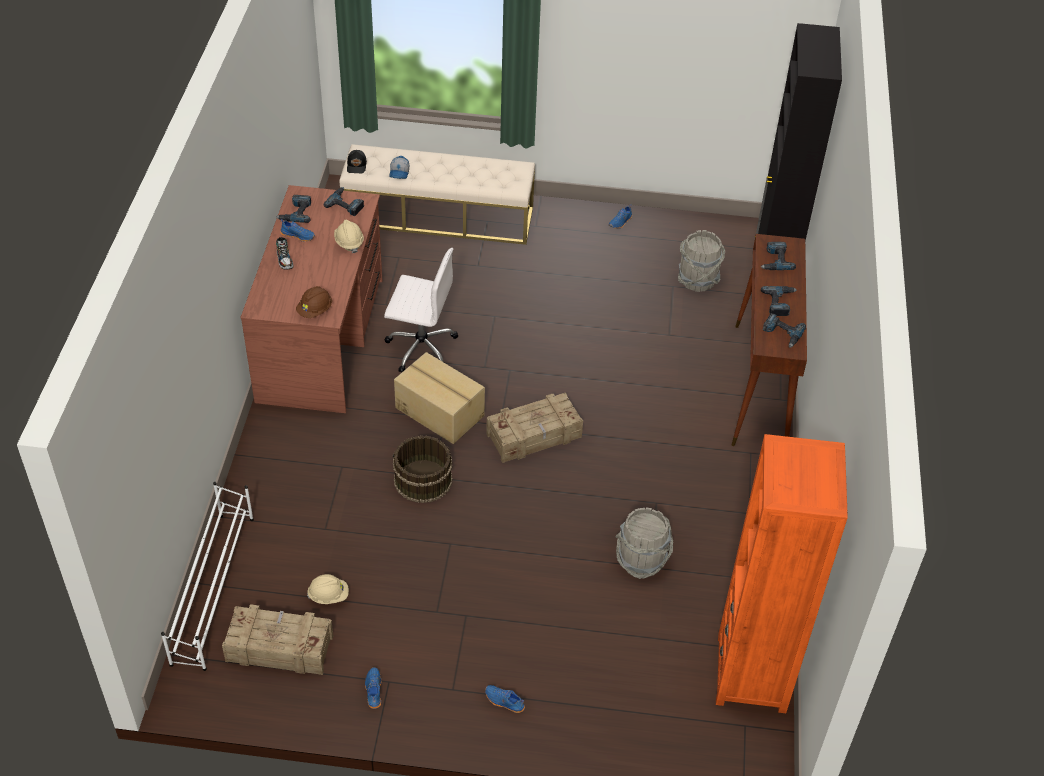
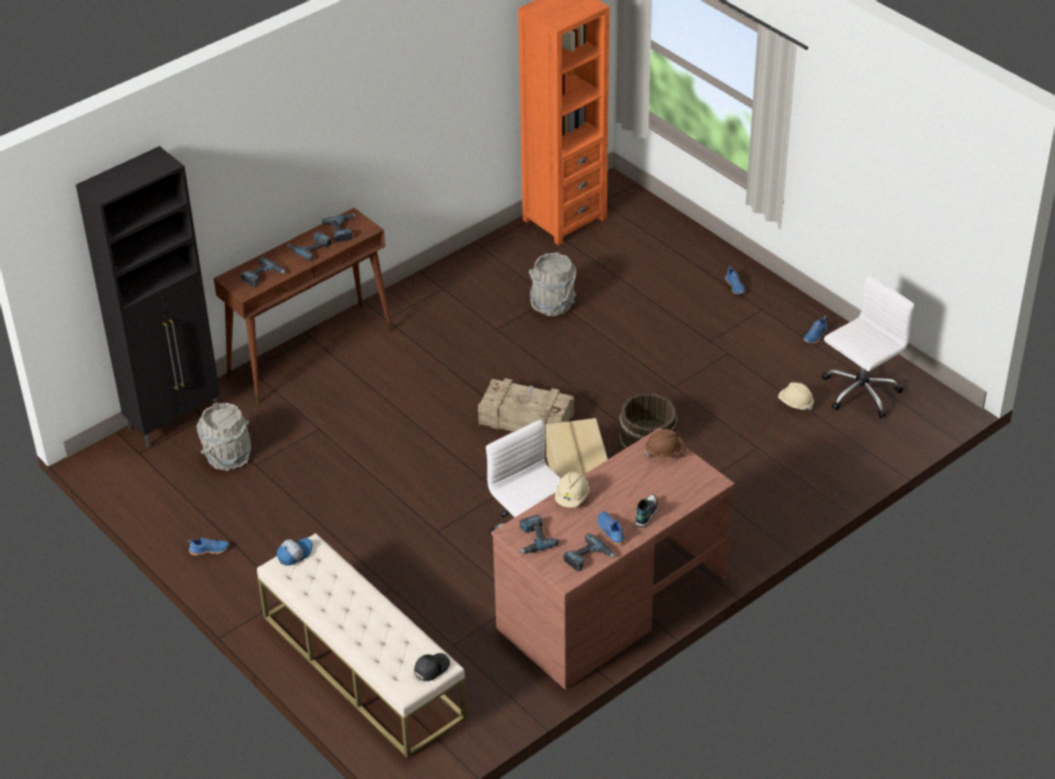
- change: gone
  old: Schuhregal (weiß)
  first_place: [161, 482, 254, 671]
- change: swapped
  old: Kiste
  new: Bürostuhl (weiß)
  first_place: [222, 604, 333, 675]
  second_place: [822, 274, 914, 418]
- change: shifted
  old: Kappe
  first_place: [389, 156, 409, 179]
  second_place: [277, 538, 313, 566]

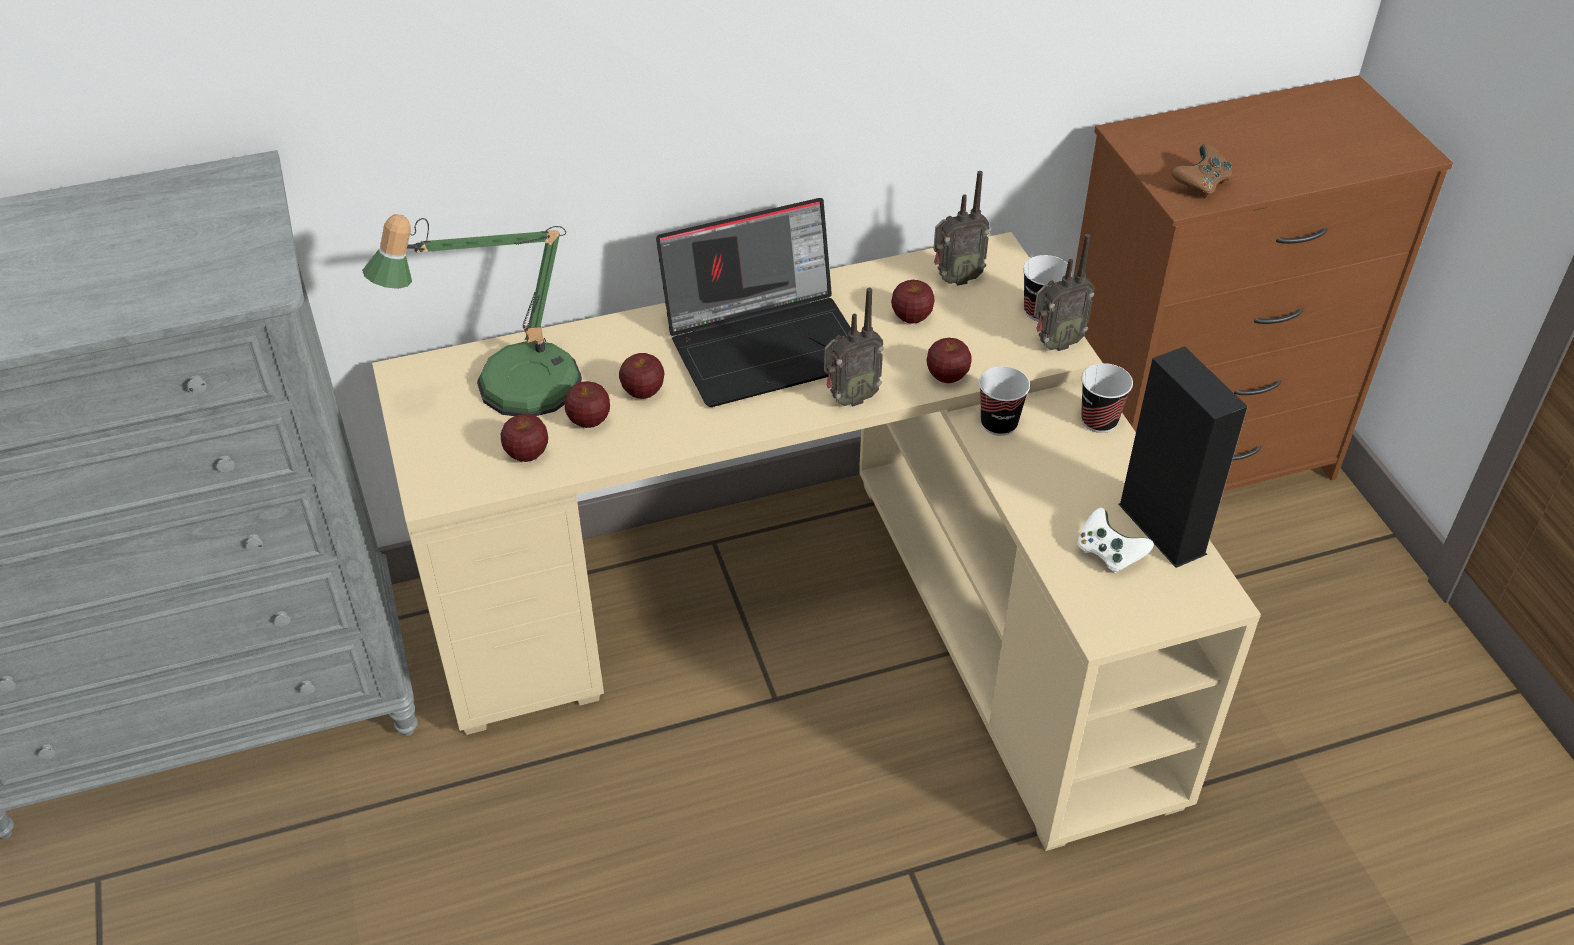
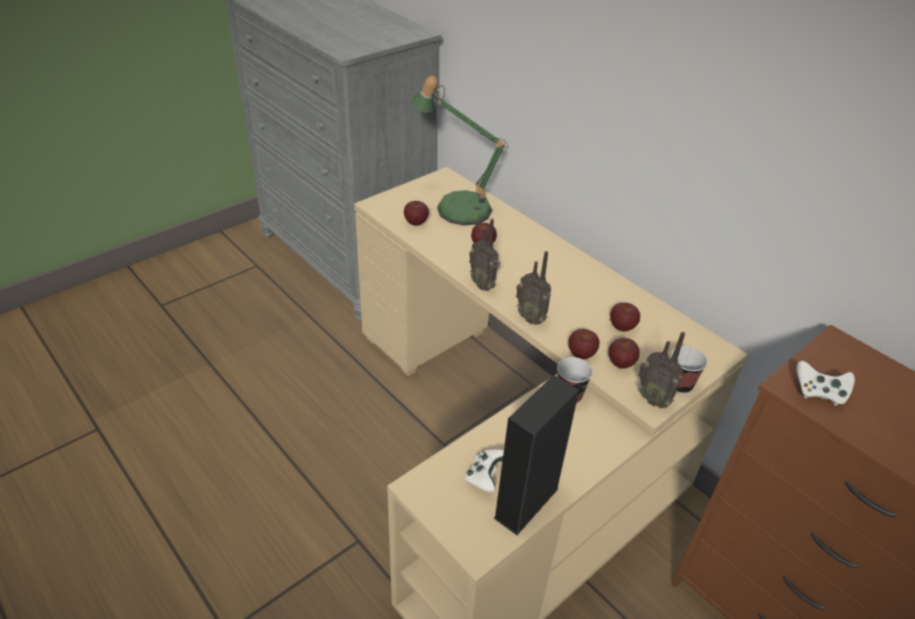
- change: shifted
  old: Apfel
  first_place: [565, 381, 610, 428]
  second_place: [608, 338, 640, 369]
- change: gone
  old: Laptop
  first_place: [656, 198, 851, 407]
- change: shifted
  old: Radio
  first_place: [933, 171, 990, 286]
  second_place: [469, 219, 500, 291]
- change: gone
  old: Tasse
  first_place: [1081, 363, 1133, 433]
- change: repainted
  old: Gamepad (braun)
  new: Gamepad (weiß)
  first_place: [1171, 144, 1232, 199]
  second_place: [797, 361, 855, 406]

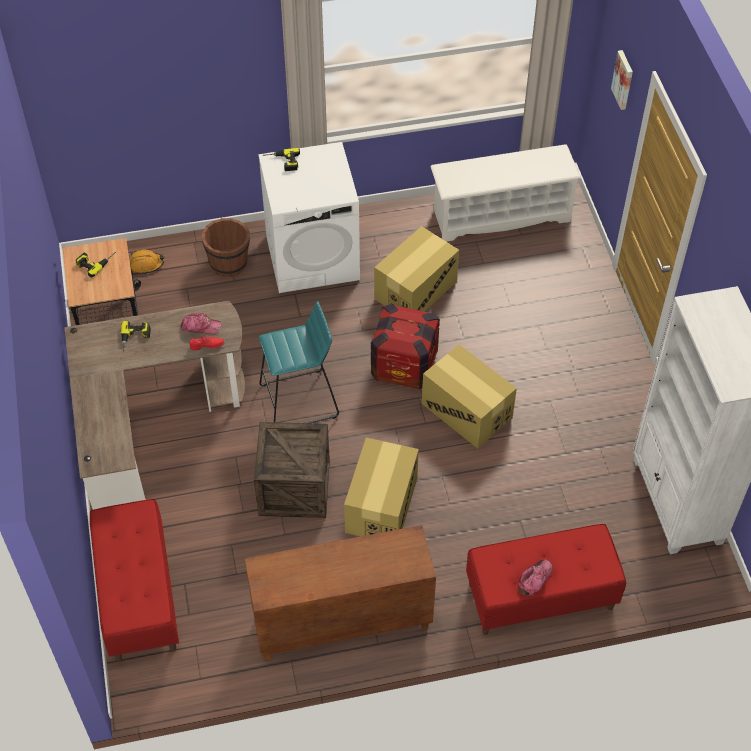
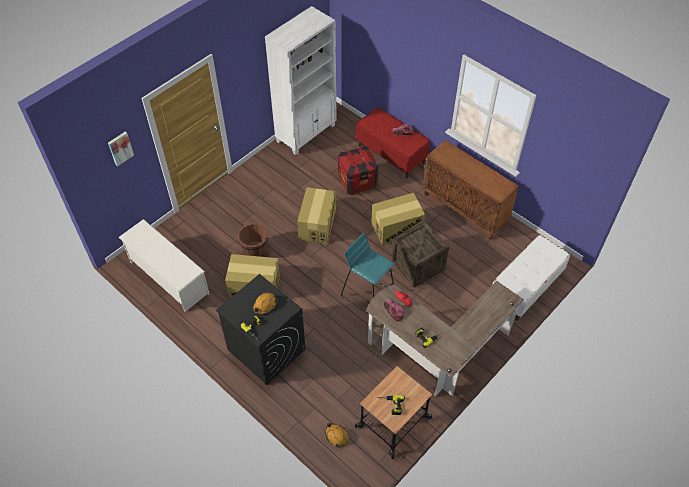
- change: repainted
  old: Bank (rot)
  new: Bank (weiß)
  first_place: [90, 499, 179, 662]
  second_place: [492, 235, 570, 321]
- change: shifted
  old: Eimer (braun)
  first_place: [202, 218, 250, 277]
  second_place: [237, 223, 268, 257]
- change: repainted
  old: Waschmaschine (weiß)
  new: Waschmaschine (schwarz)
  first_place: [258, 142, 360, 293]
  second_place: [216, 274, 305, 385]
- change: shifted
  old: Kiste
  first_place: [371, 304, 440, 389]
  second_place: [338, 146, 378, 195]
- change: new
  new: Schutzhelm (orange)
  second_place: [253, 293, 278, 315]

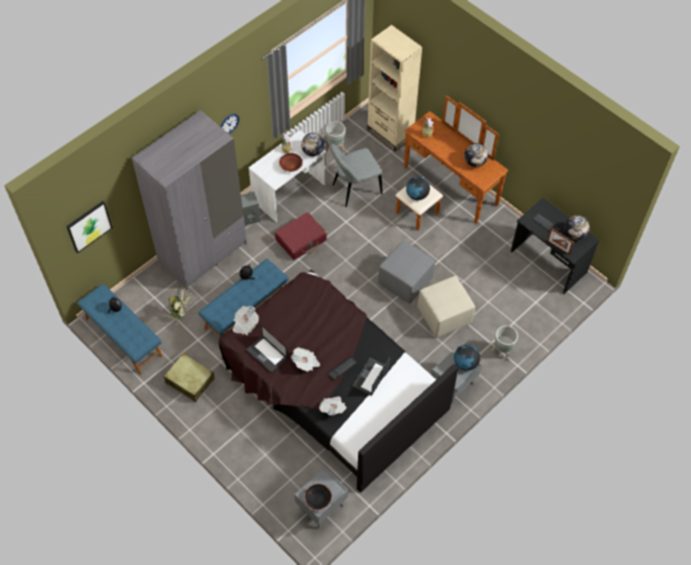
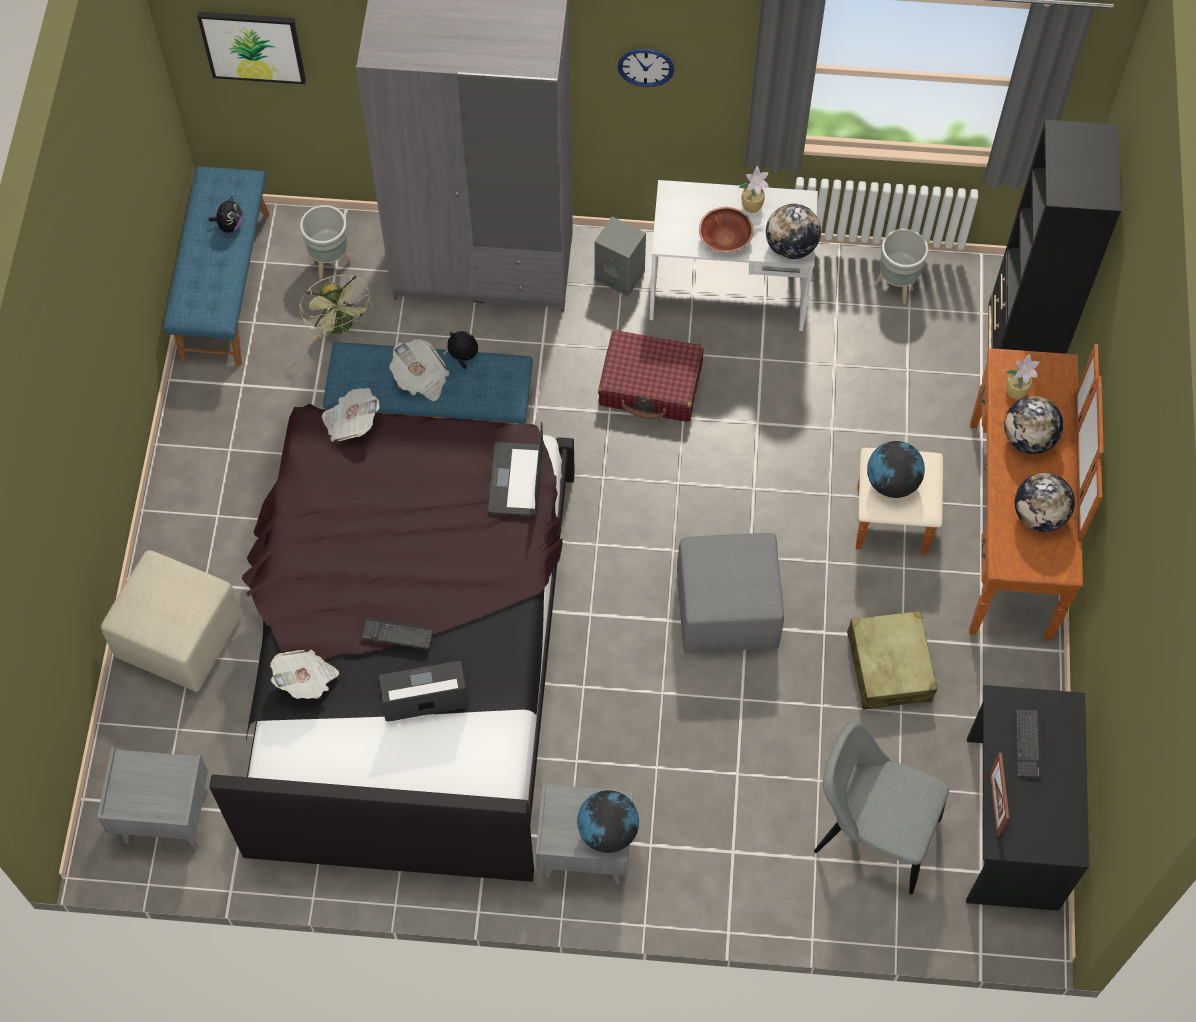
- change: shifted
  old: Koffer (beige)
  first_place: [164, 353, 215, 402]
  second_place: [847, 611, 937, 710]
- change: shifted
  old: Laptop
  first_place: [247, 325, 287, 372]
  second_place: [488, 422, 543, 516]
- change: shifted
  old: Zeitung
  first_place: [291, 347, 320, 372]
  second_place: [389, 339, 450, 401]
- change: gone
  old: Schüssel (schwarz)
  first_place: [304, 483, 332, 510]
- change: shifted
  old: Stuhl (grau)
  first_place: [330, 144, 382, 207]
  second_place: [814, 721, 949, 894]
- change: repainted
  old: Bücherregal (beige)
  new: Bücherregal (schwarz)
  first_place: [367, 25, 422, 152]
  second_place: [989, 120, 1121, 354]
- change: shifted
  old: Polsterhocker (beige)
  first_place: [417, 276, 475, 338]
  second_place: [101, 550, 242, 692]
- change: shifted
  old: Pflanzkübel (grau)
  first_place: [492, 326, 518, 360]
  second_place: [300, 205, 353, 280]
- change: shifted
  old: Globus
  first_place: [565, 215, 590, 240]
  second_place: [1004, 396, 1063, 454]

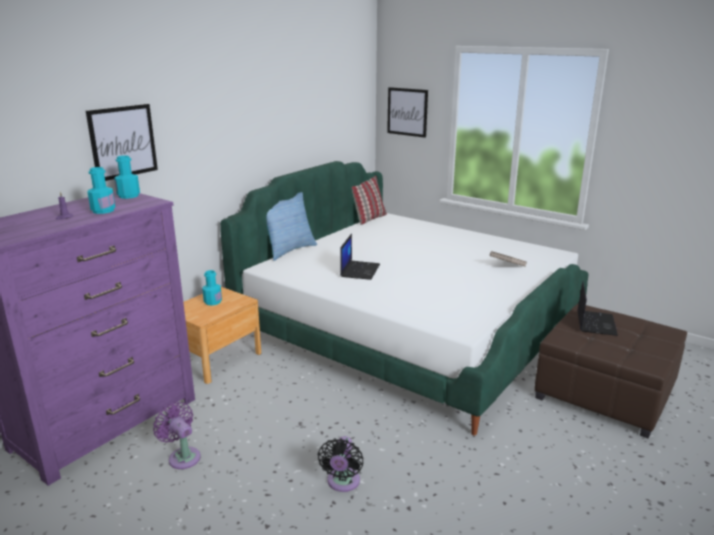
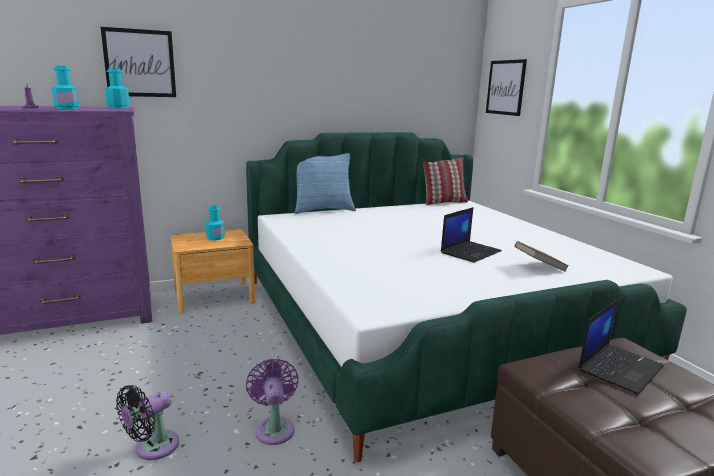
- change: shifted
  old: Ventilator (lila)
  first_place: [153, 402, 201, 469]
  second_place: [246, 358, 299, 445]
- change: shifted
  old: Laptop
  first_place: [340, 234, 380, 280]
  second_place: [441, 207, 502, 262]

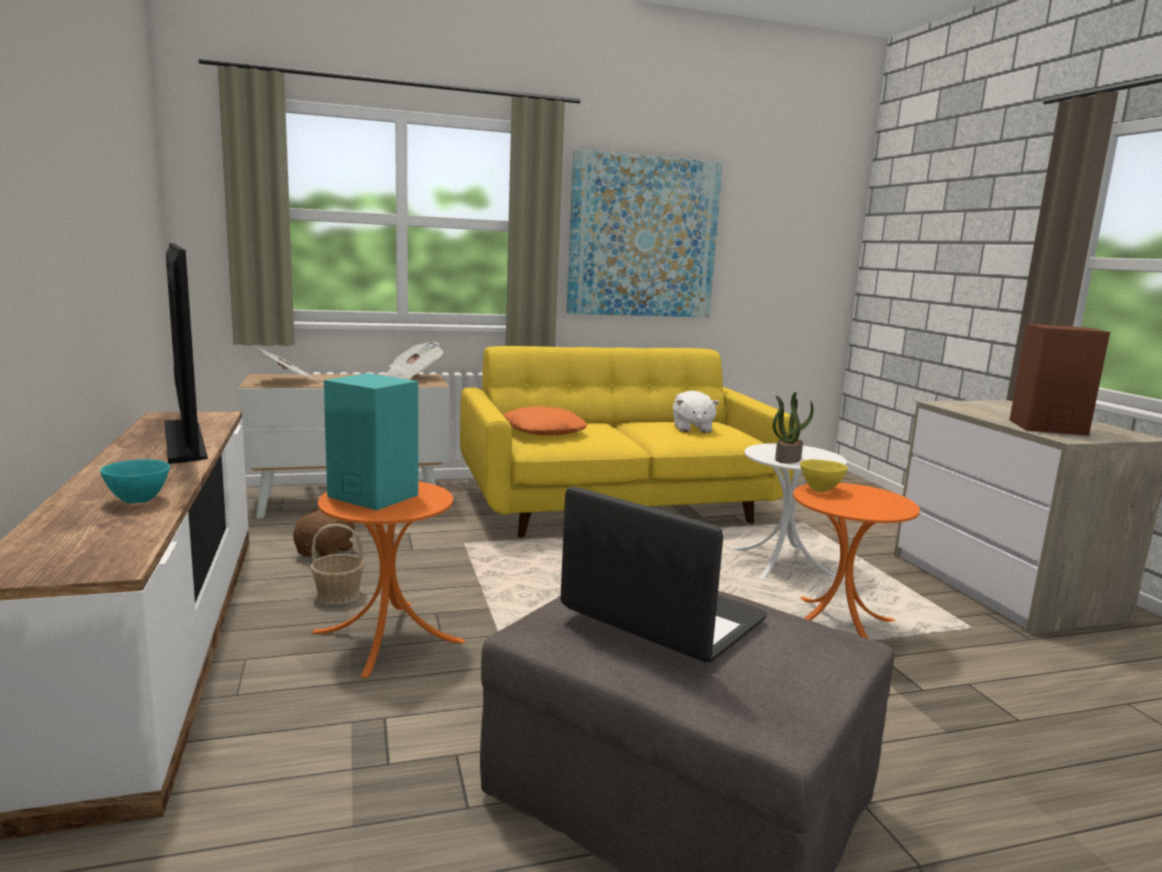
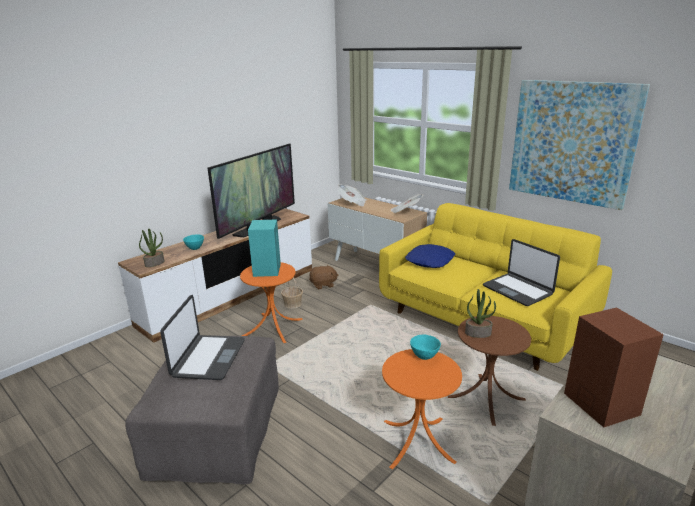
- change: repainted
  old: Kissen (orange)
  new: Kissen (blau)
  first_place: [503, 406, 588, 435]
  second_place: [405, 244, 455, 268]
- change: swapped
  old: Plüschtier (weiß)
  new: Laptop
  first_place: [673, 390, 719, 433]
  second_place: [483, 239, 560, 306]
- change: repainted
  old: Beistelltisch (weiß)
  new: Beistelltisch (braun)
  first_place: [731, 443, 847, 579]
  second_place: [448, 316, 531, 426]
- change: repainted
  old: Schüssel (gelb)
  new: Schüssel (türkis)
  first_place: [800, 459, 848, 492]
  second_place: [410, 335, 441, 360]
- change: new
  new: Topfpflanze
  second_place: [139, 229, 164, 267]

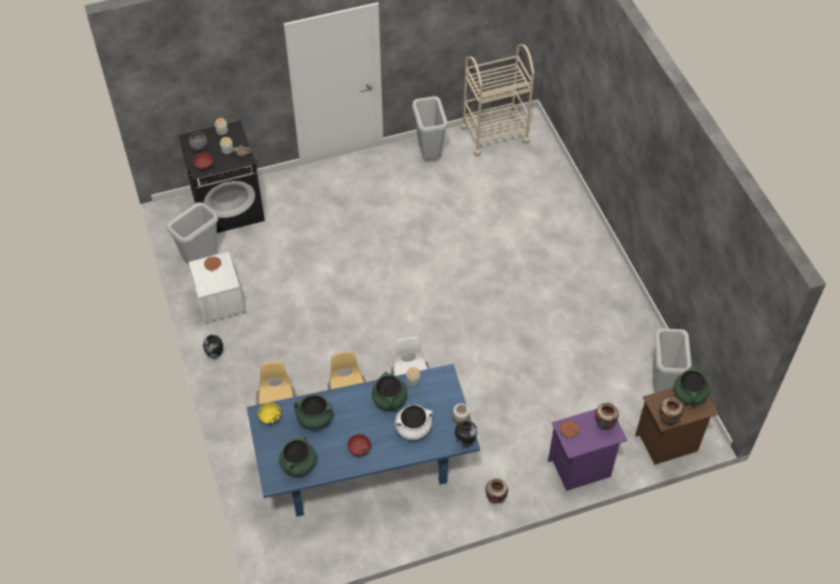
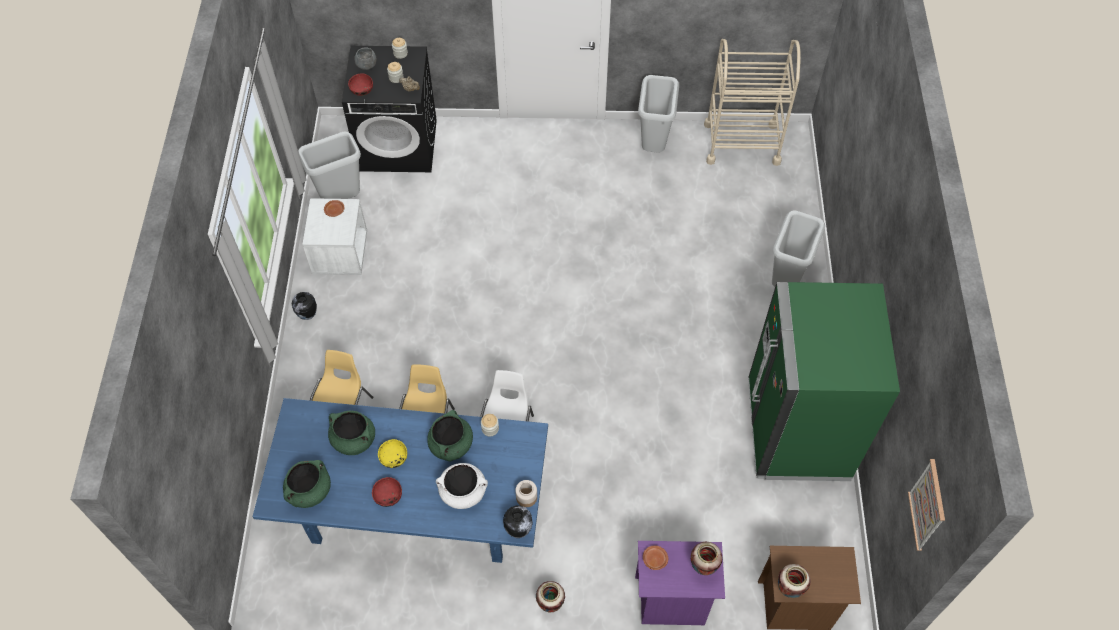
- change: shifted
  old: Schüssel (gelb)
  first_place: [258, 403, 281, 425]
  second_place: [378, 439, 407, 468]
- change: shifted
  old: Mülleimer (grau)
  first_place: [652, 329, 692, 393]
  second_place: [772, 210, 825, 287]
- change: gone
  old: Kochtopf (grün)
  first_place: [673, 366, 710, 406]
- change: new
  new: Kühlschrank (grün)
  second_place: [748, 282, 900, 481]
- change: new
  new: Bild
  second_place: [908, 459, 945, 551]

